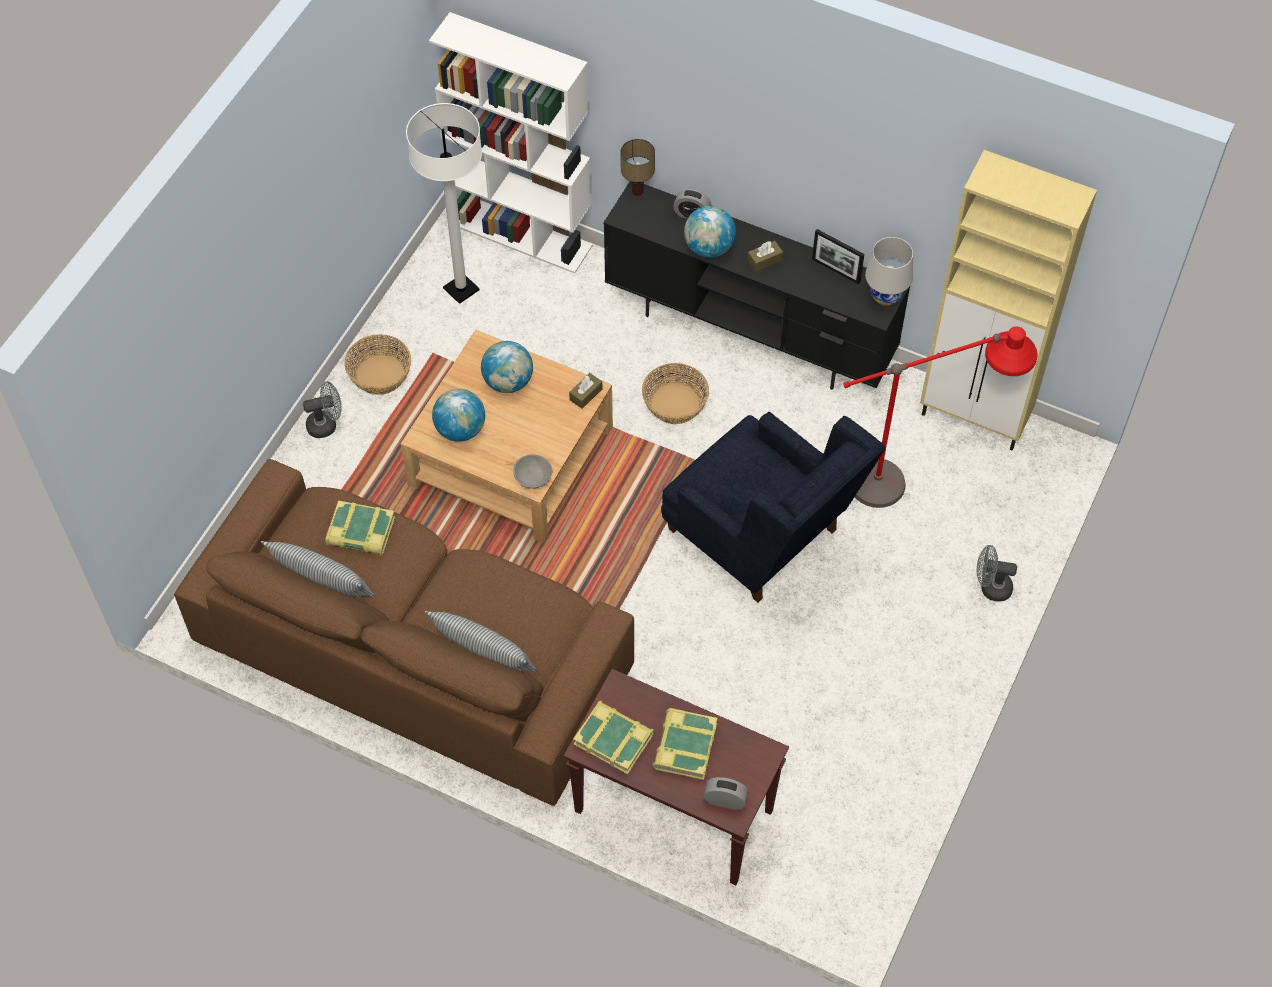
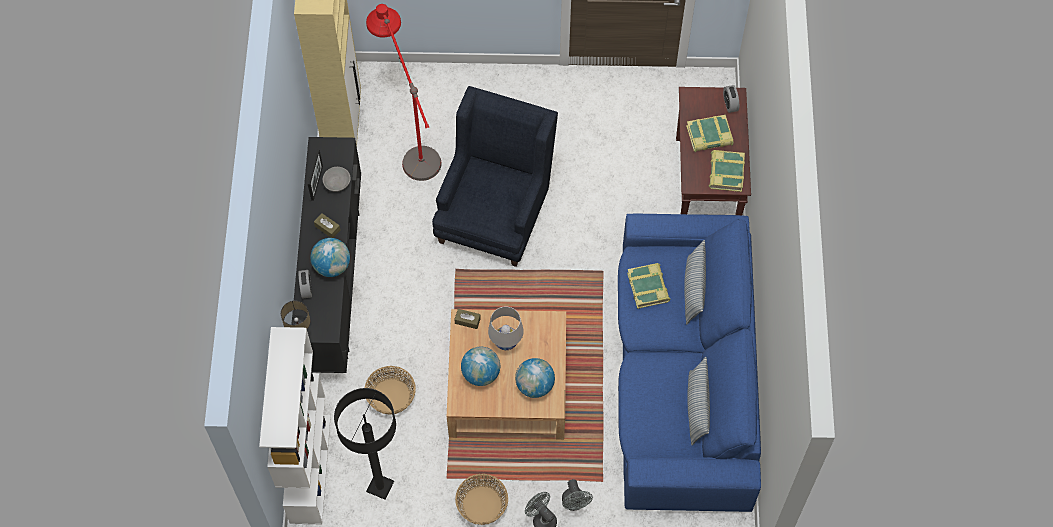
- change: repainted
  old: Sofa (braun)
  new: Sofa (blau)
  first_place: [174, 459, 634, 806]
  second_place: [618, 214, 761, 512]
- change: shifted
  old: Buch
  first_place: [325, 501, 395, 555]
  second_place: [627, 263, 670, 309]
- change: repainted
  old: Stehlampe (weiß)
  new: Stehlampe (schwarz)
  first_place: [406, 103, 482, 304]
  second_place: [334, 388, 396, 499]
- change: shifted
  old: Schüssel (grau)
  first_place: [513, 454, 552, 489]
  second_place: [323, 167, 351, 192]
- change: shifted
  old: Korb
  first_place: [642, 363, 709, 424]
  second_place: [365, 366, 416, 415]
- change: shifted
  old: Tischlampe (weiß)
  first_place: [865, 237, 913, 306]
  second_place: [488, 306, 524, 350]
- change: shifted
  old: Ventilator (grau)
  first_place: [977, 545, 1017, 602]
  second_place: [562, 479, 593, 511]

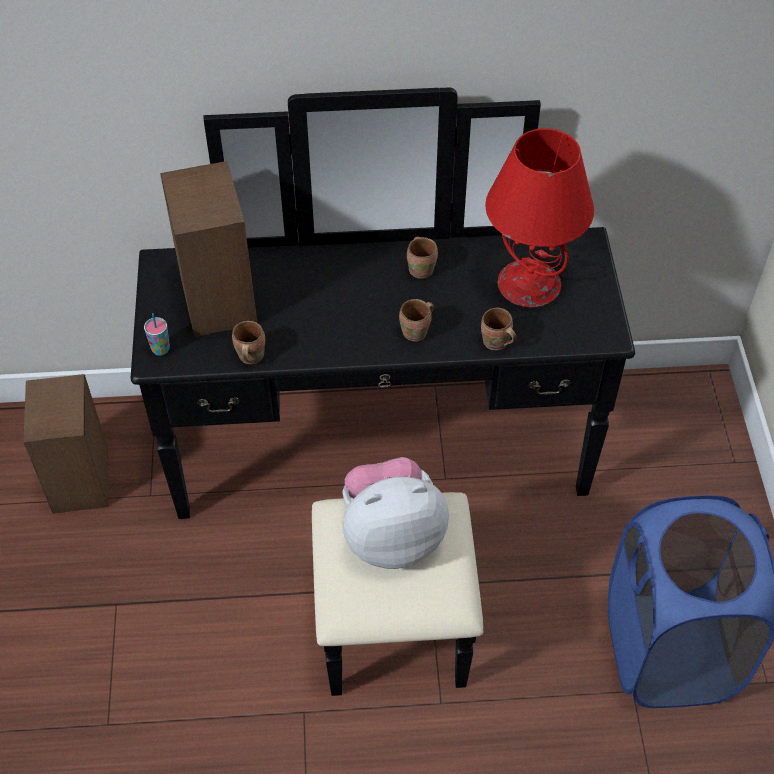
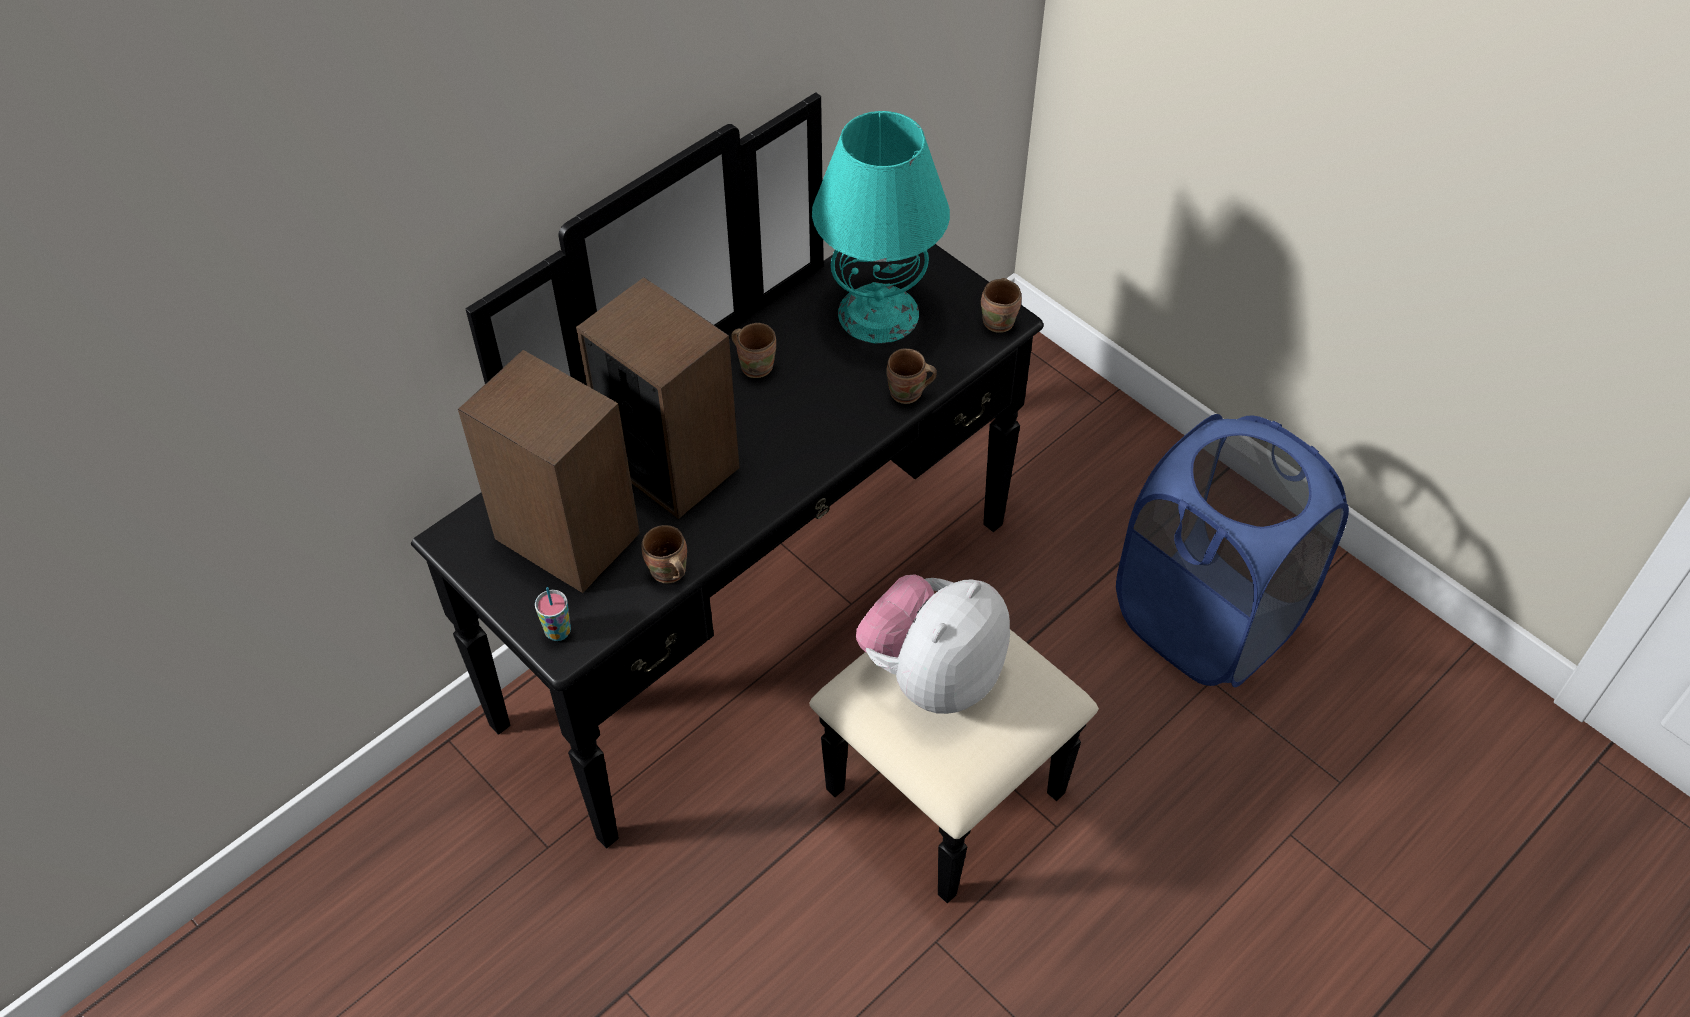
- change: shifted
  old: Lautsprecher
  first_place: [23, 374, 109, 513]
  second_place: [576, 277, 740, 519]
- change: shifted
  old: Henkelbecher (braun)
  first_place: [399, 299, 434, 342]
  second_place: [981, 278, 1021, 333]
- change: repainted
  old: Tischlampe (rot)
  new: Tischlampe (türkis)
  first_place: [485, 128, 594, 307]
  second_place: [812, 111, 950, 344]

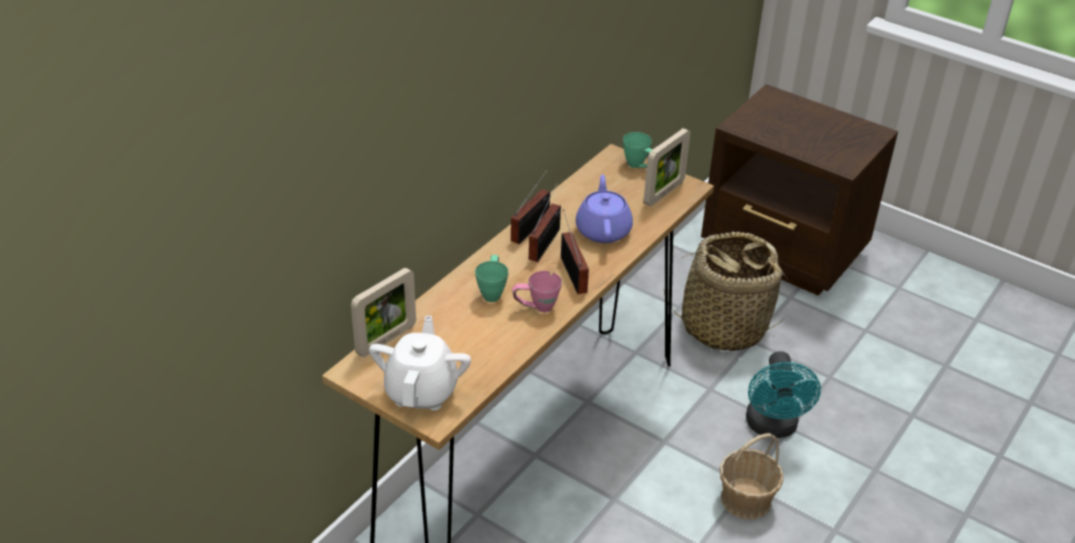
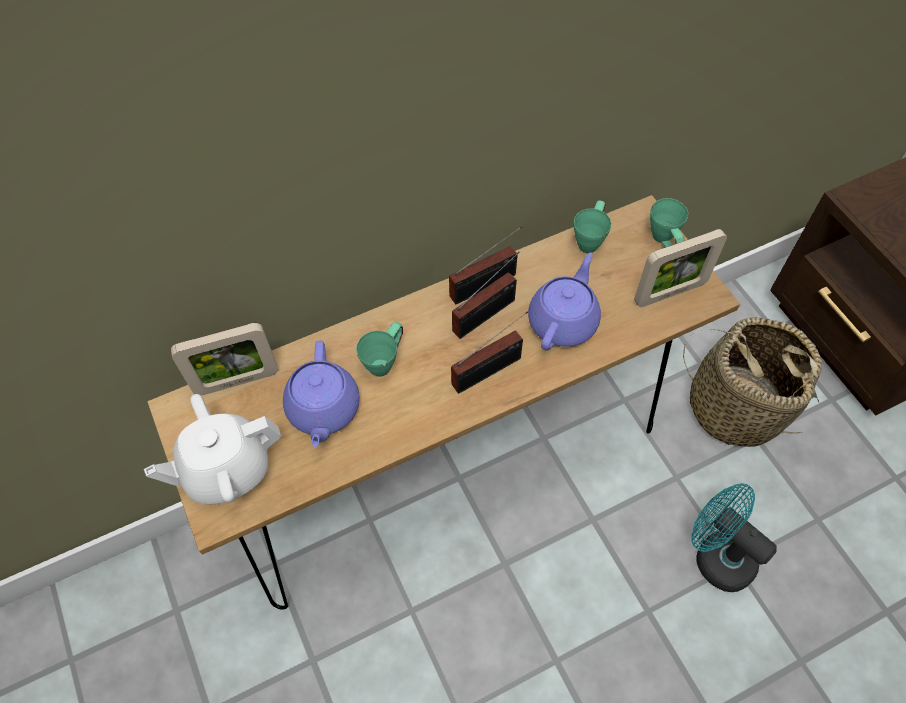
- change: rotated
  old: Teekanne (weiß)
  first_place: [369, 315, 471, 410]
  second_place: [144, 394, 281, 504]
  degrees: -150
- change: gone
  old: Henkelbecher (rosa)
  first_place: [512, 271, 562, 312]
- change: rotated
  old: Radio
  first_place: [561, 209, 589, 294]
  second_place: [451, 312, 528, 394]
  degrees: 45
- change: gone
  old: Korb
  first_place: [719, 433, 783, 520]
- change: rotated
  old: Ventilator (türkis)
  first_place: [746, 351, 821, 438]
  second_place: [691, 483, 777, 592]
  degrees: 105
- change: new
  new: Teekanne (lila)
  second_place: [283, 341, 360, 447]
- change: new
  new: Henkelbecher (grün)
  second_place: [574, 201, 611, 253]

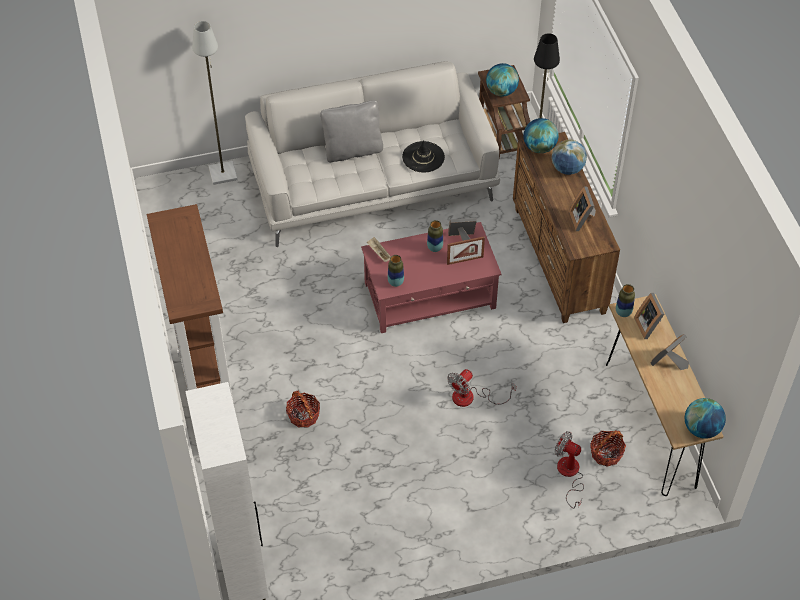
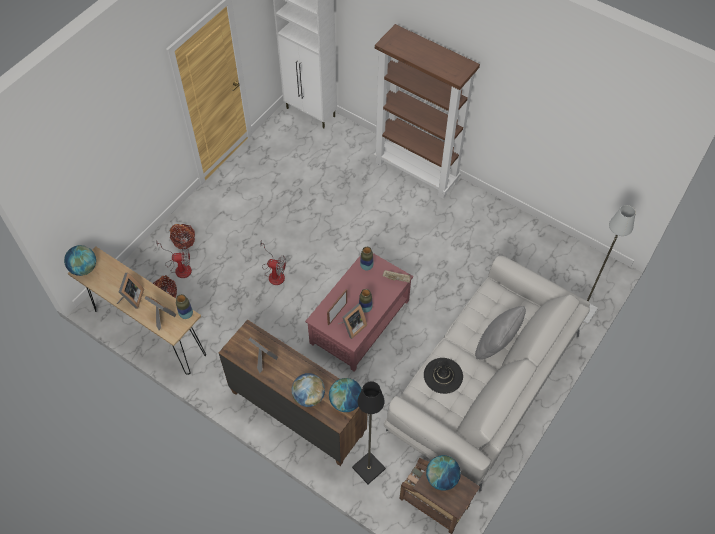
- change: shifted
  old: Korb
  first_place: [286, 390, 320, 428]
  second_place: [170, 224, 195, 249]
- change: rotated
  old: Ventilator
  first_place: [447, 369, 516, 407]
  second_place: [260, 240, 286, 285]
  degrees: 105

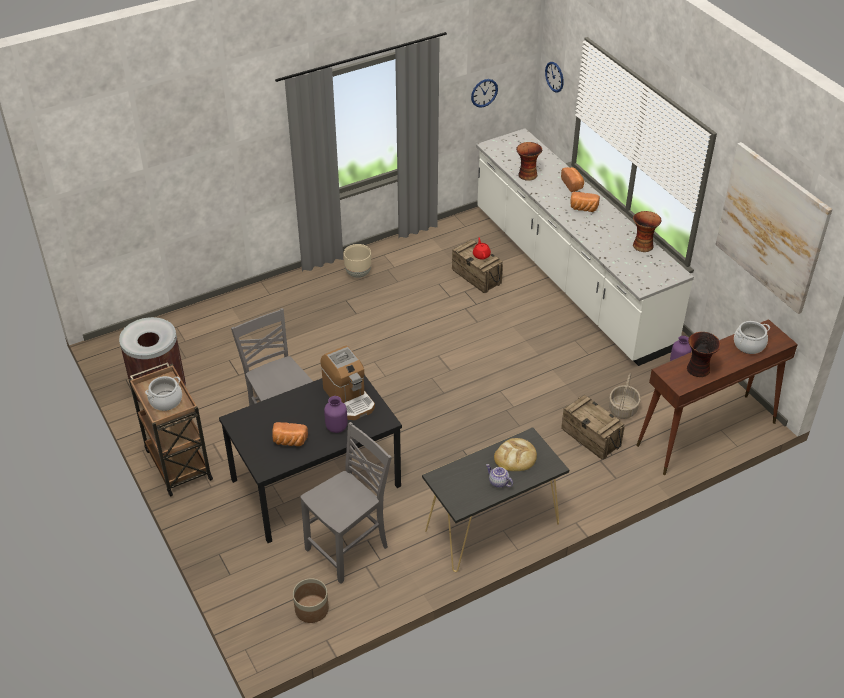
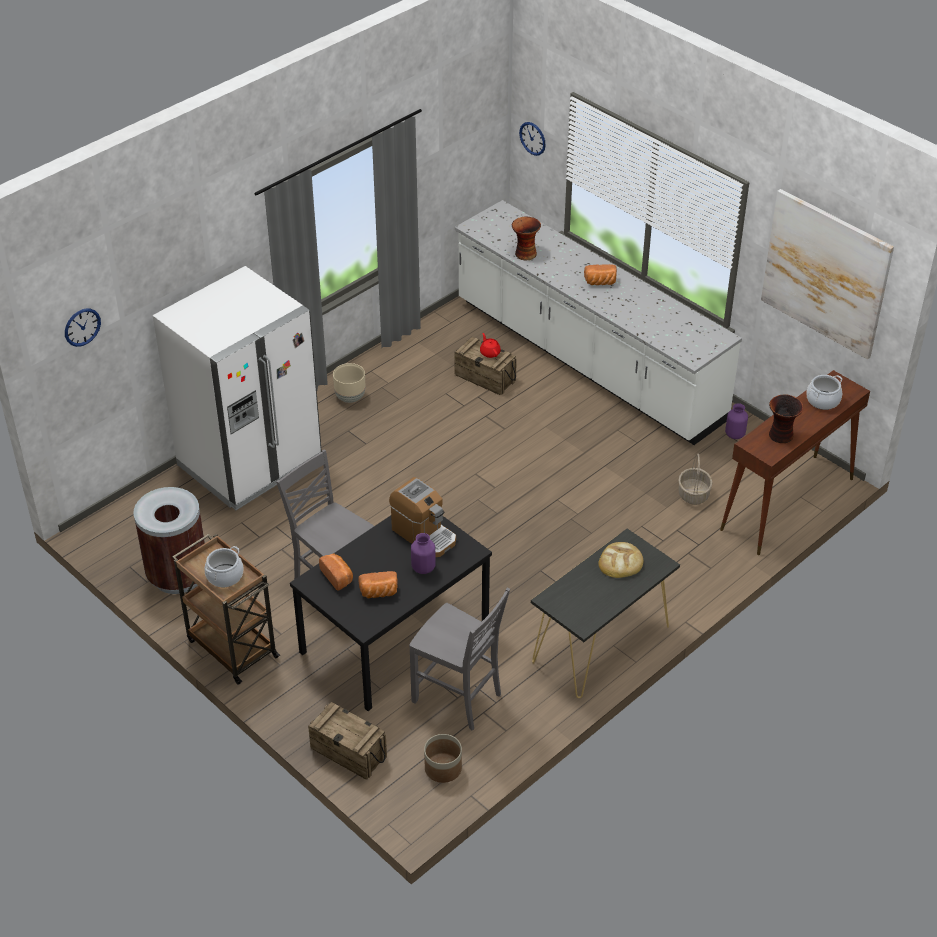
- change: rotated
  old: Stuhl (grau)
  first_place: [300, 422, 392, 584]
  second_place: [409, 588, 510, 730]
  degrees: 90
- change: shifted
  old: Wanduhr
  first_place: [471, 79, 498, 108]
  second_place: [65, 309, 101, 347]
- change: gone
  old: Teekanne
  first_place: [486, 464, 513, 488]
- change: shifted
  old: Brot
  first_place: [561, 167, 584, 192]
  second_place: [319, 554, 353, 590]
- change: shifted
  old: Kiste
  first_place: [561, 395, 625, 460]
  second_place: [308, 702, 387, 779]
- change: gone
  old: Vase
  first_place: [633, 211, 662, 252]
- change: new
  new: Kühlschrank (weiß)
  second_place: [153, 266, 322, 510]

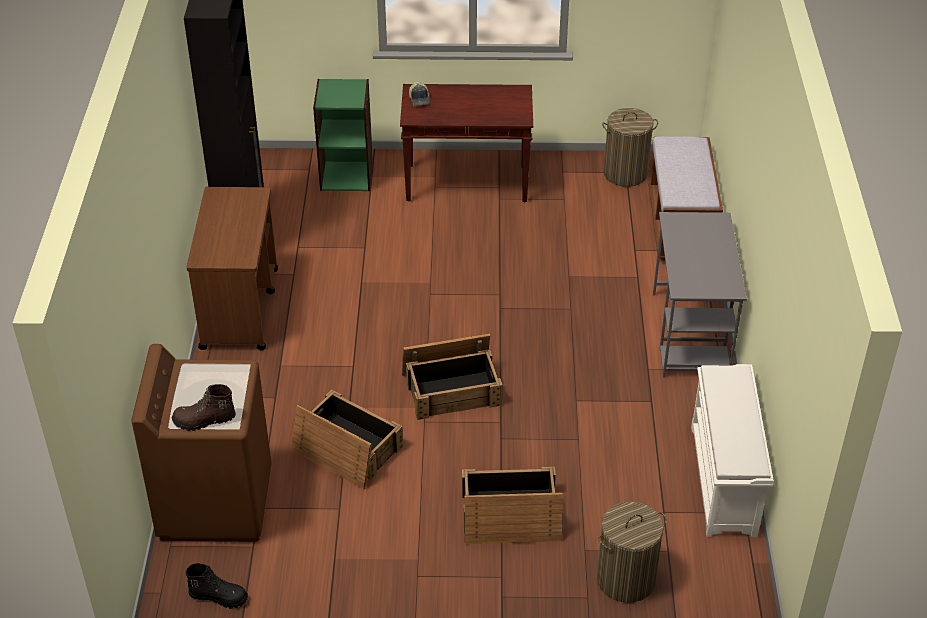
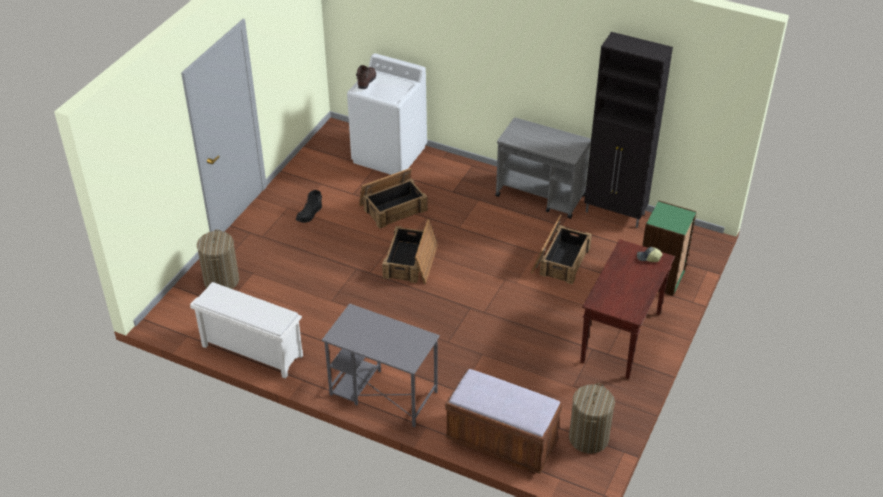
- change: repainted
  old: Waschmaschine (braun)
  new: Waschmaschine (weiß)
  first_place: [131, 344, 271, 542]
  second_place: [347, 53, 427, 175]
- change: repainted
  old: Rollwagen (braun)
  new: Rollwagen (grau)
  first_place: [186, 187, 278, 351]
  second_place: [495, 117, 591, 219]
- change: shifted
  old: Stiefel (schwarz)
  first_place: [186, 563, 248, 609]
  second_place: [296, 190, 322, 223]
- change: shifted
  old: Kiste
  first_place: [462, 467, 563, 544]
  second_place: [531, 215, 592, 284]

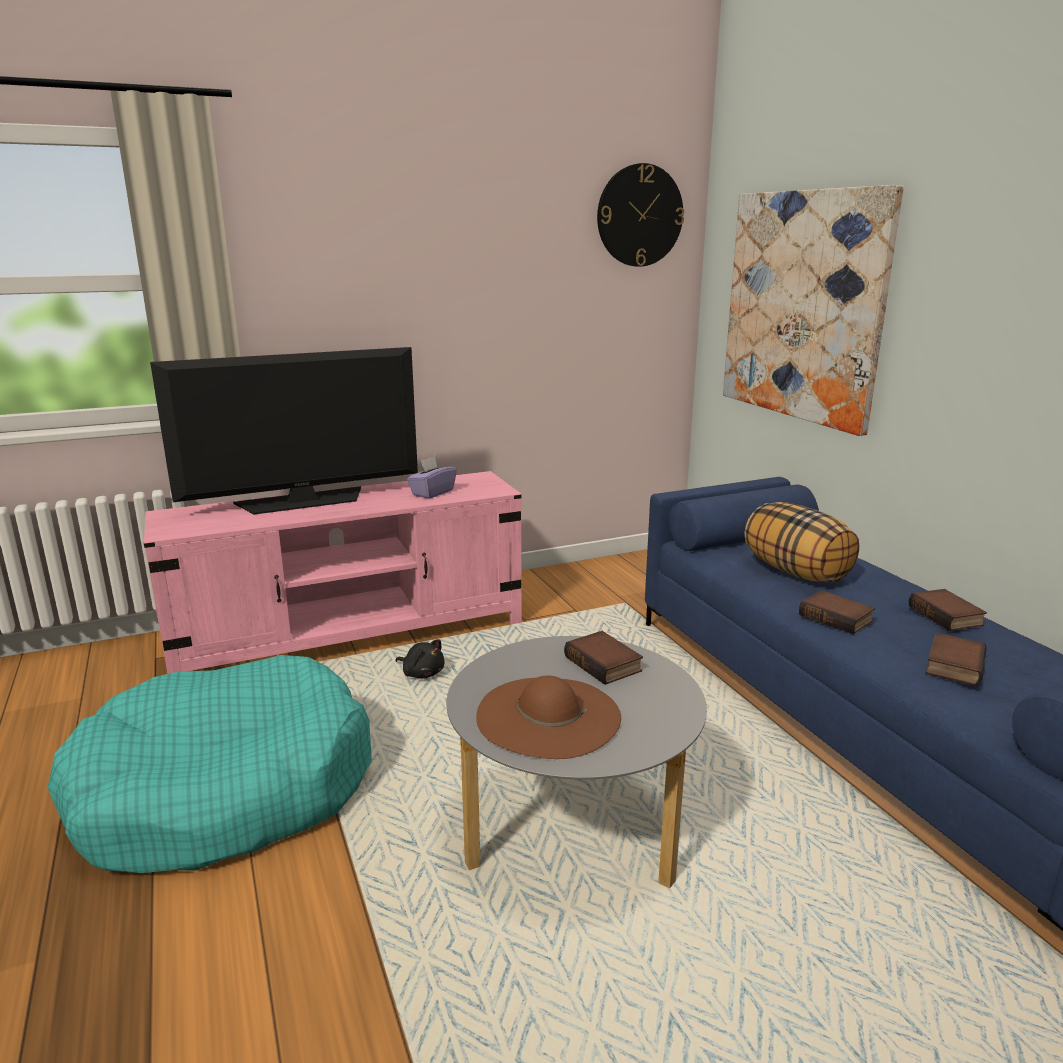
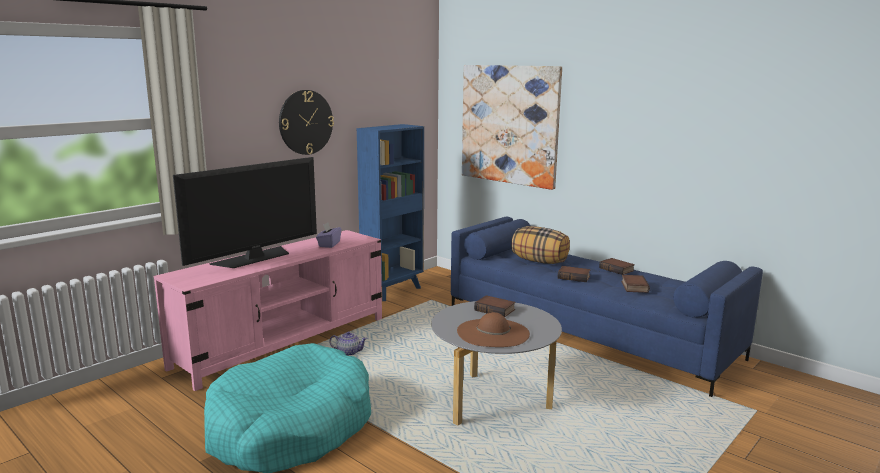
- change: swapped
  old: Plüschtier (schwarz)
  new: Teekanne
  first_place: [396, 639, 445, 678]
  second_place: [329, 331, 368, 355]
- change: shifted
  old: Wanduhr
  first_place: [597, 163, 684, 267]
  second_place: [279, 90, 334, 155]
- change: new
  new: Bücherregal (blau)
  second_place: [357, 124, 424, 301]

